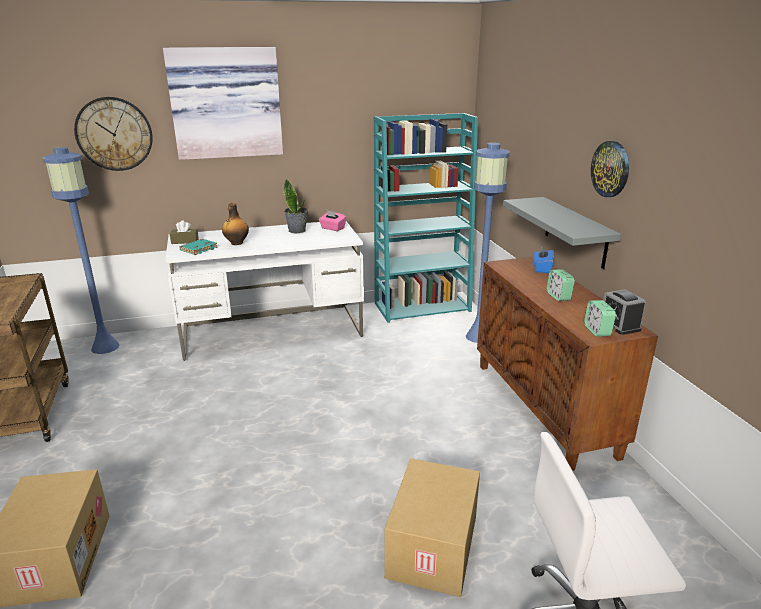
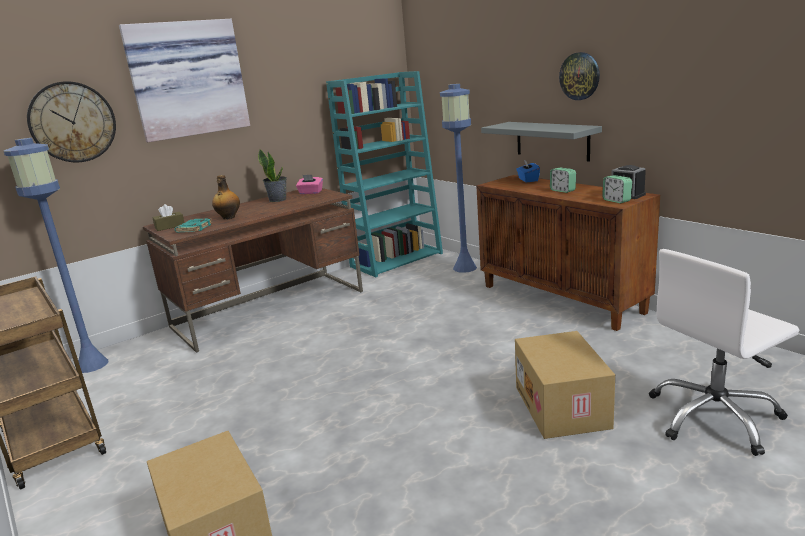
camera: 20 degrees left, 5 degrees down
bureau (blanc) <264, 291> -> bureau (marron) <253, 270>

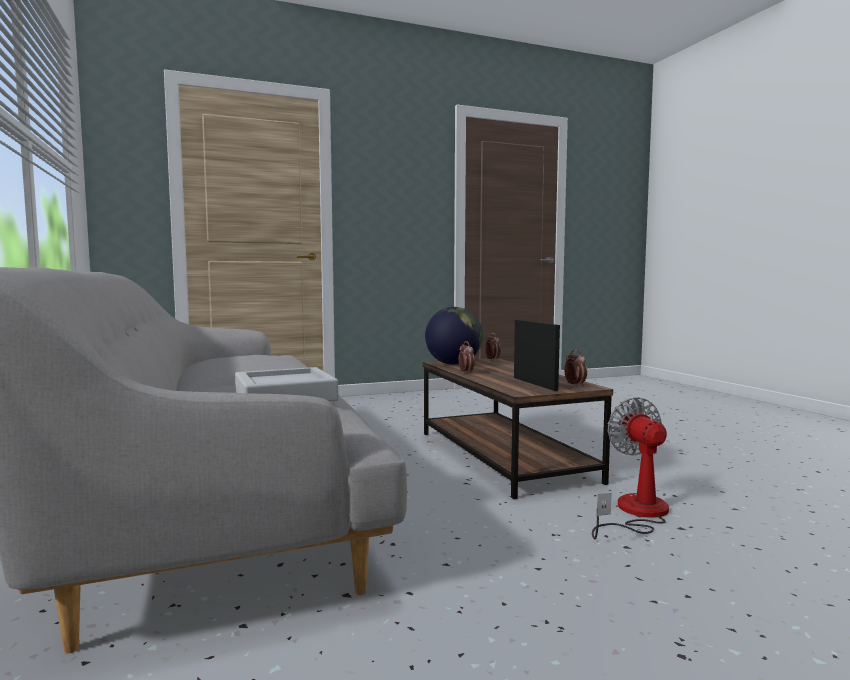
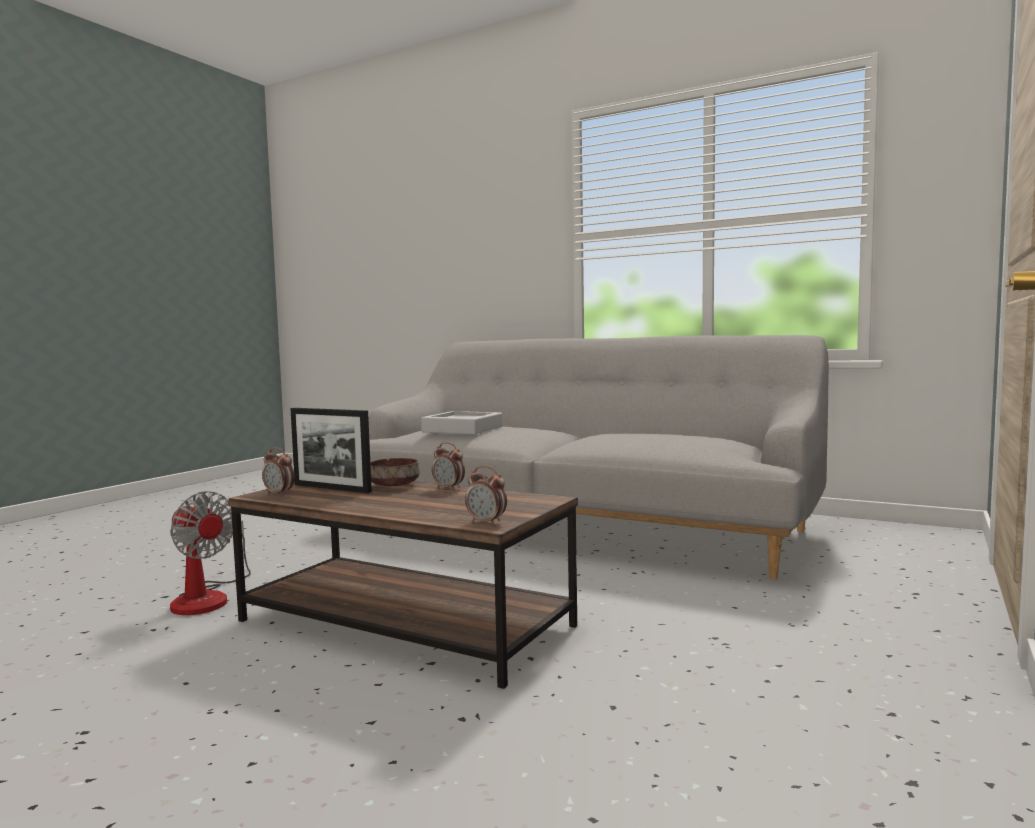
camera: 140 degrees right, 0 degrees up
none -> bol (marron) <394, 472>
globe <454, 336> -> none

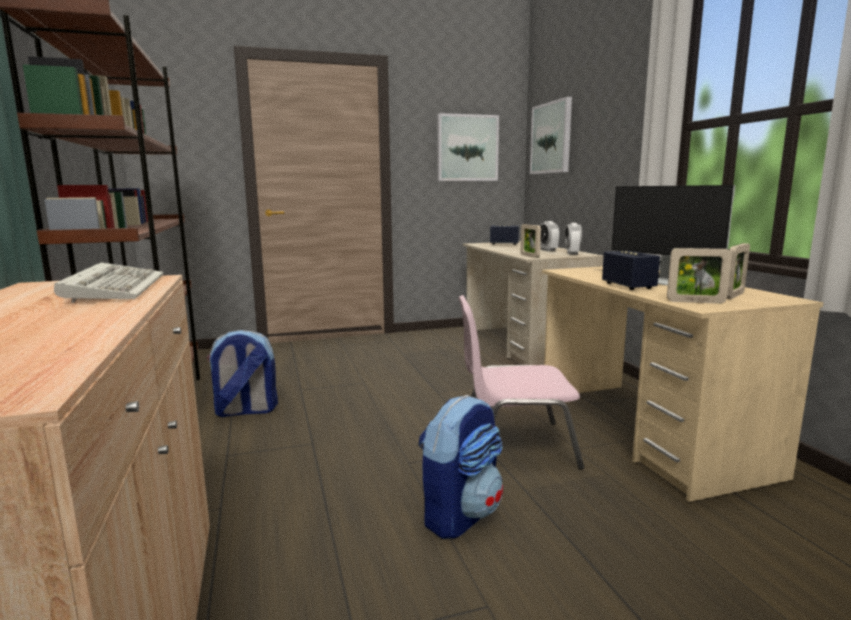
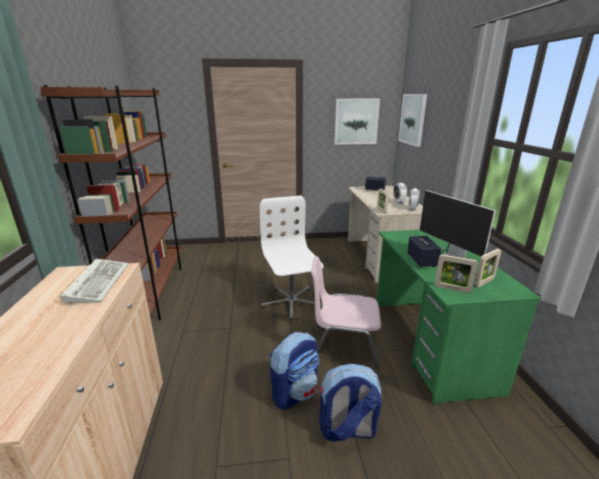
camera: 10 degrees right, 10 degrees up
none -> chaise de bureau (blanc) <292, 258>
sac à dos <242, 373> -> sac à dos <350, 403>, relocated
bureau (beige) <683, 384> -> bureau (vert) <459, 317>

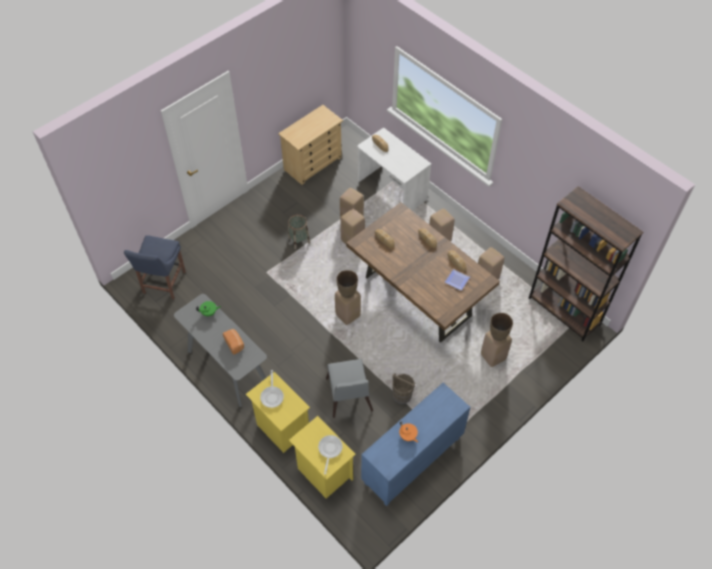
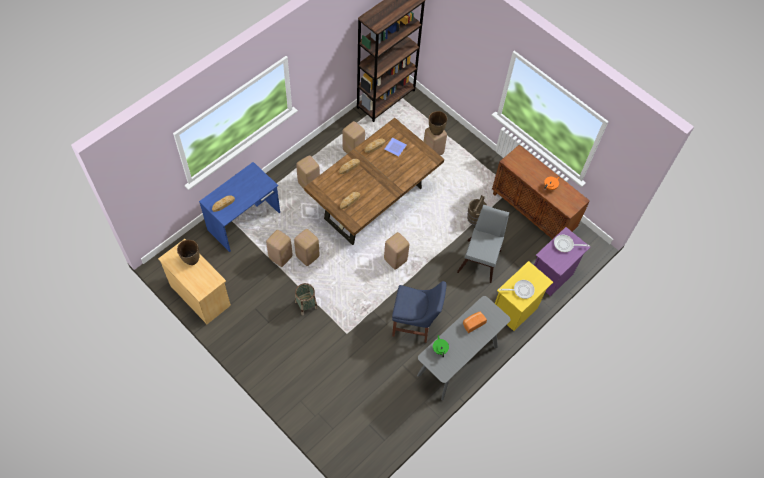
camera: 95 degrees left, 5 degrees up
vase (marron) <347, 284> -> vase (marron) <188, 252>, relocated
bureau (blanc) <393, 169> -> bureau (bleu) <239, 207>
chaise (bleu) <155, 267> -> chaise (bleu) <419, 312>, relocated
chaise (gris) <349, 388> -> chaise (gris) <483, 243>, 60 degrees counterclockwise
meuble de rangement (bleu) <416, 444> -> meuble de rangement (marron) <541, 191>
table de chevet (jaune) <322, 457> -> table de chevet (violet) <562, 261>

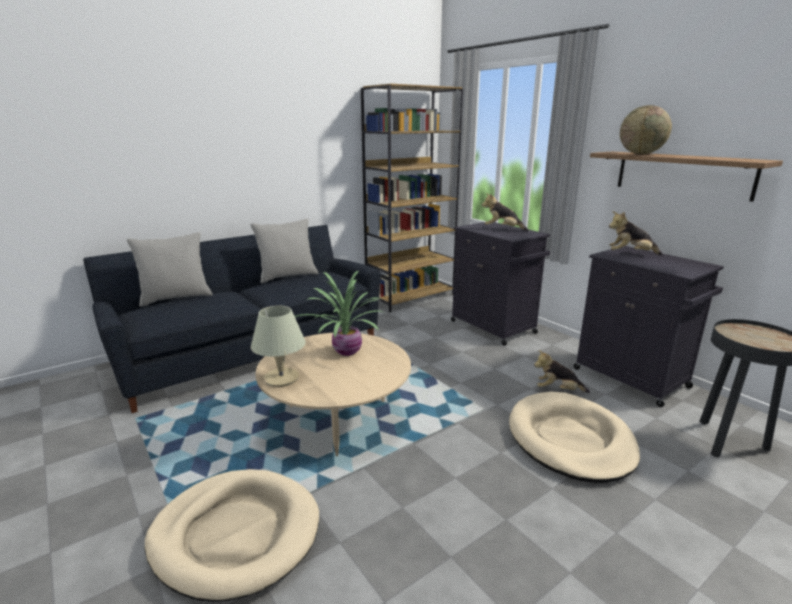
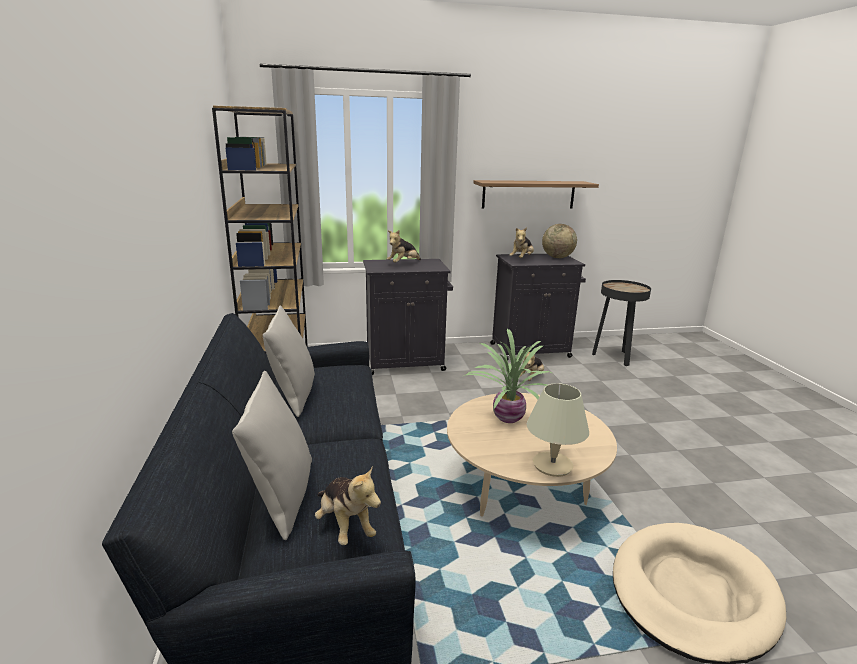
camera: 65 degrees left, 0 degrees up
none -> peluche <348, 505>
globe <646, 129> -> globe <559, 241>, relocated
panier pour chien (beige) <574, 437> -> none

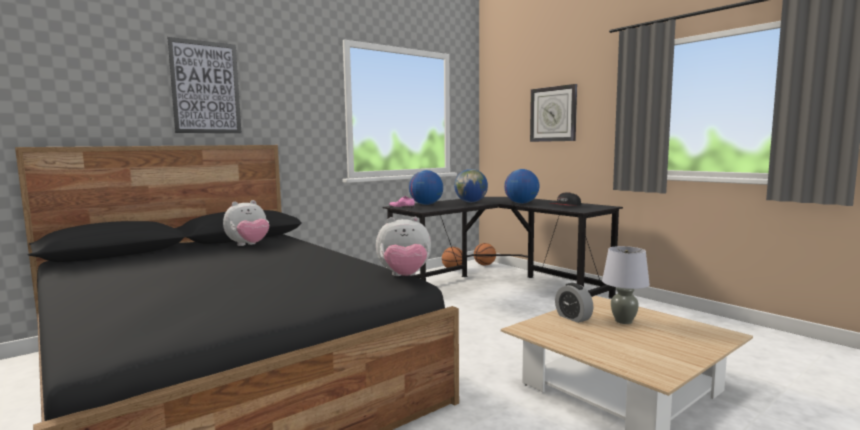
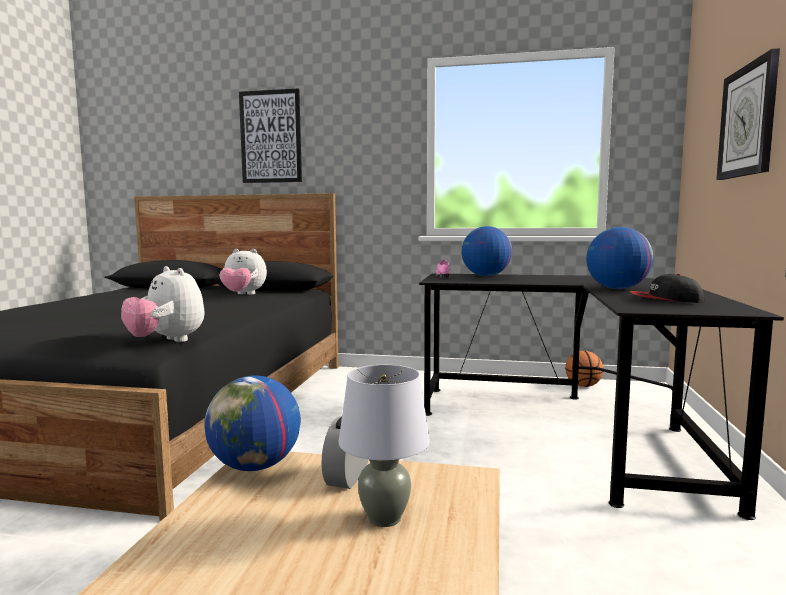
camera: 50 degrees right, 0 degrees up
globe <471, 186> -> globe <252, 423>, relocated
ballon de basket <485, 254> -> none

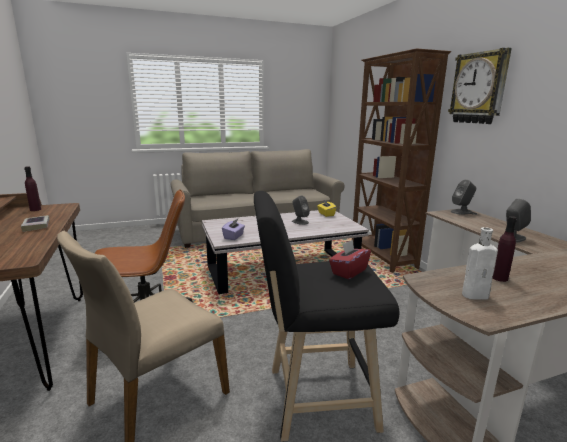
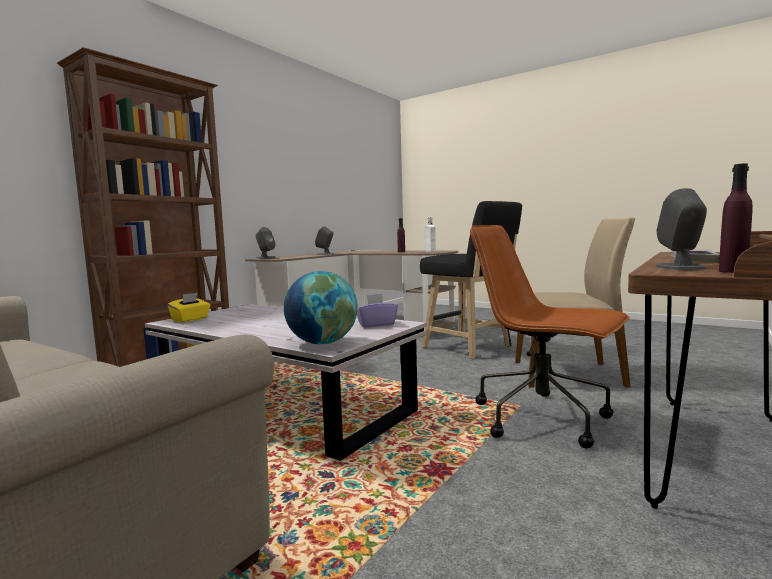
camera: 125 degrees left, 10 degrees down
none -> globe <321, 307>
enceinte (gris) <301, 210> -> enceinte (gris) <681, 229>, relocated
boîte à mouchoirs (rouge) <350, 259> -> none
horloge murale <480, 86> -> none

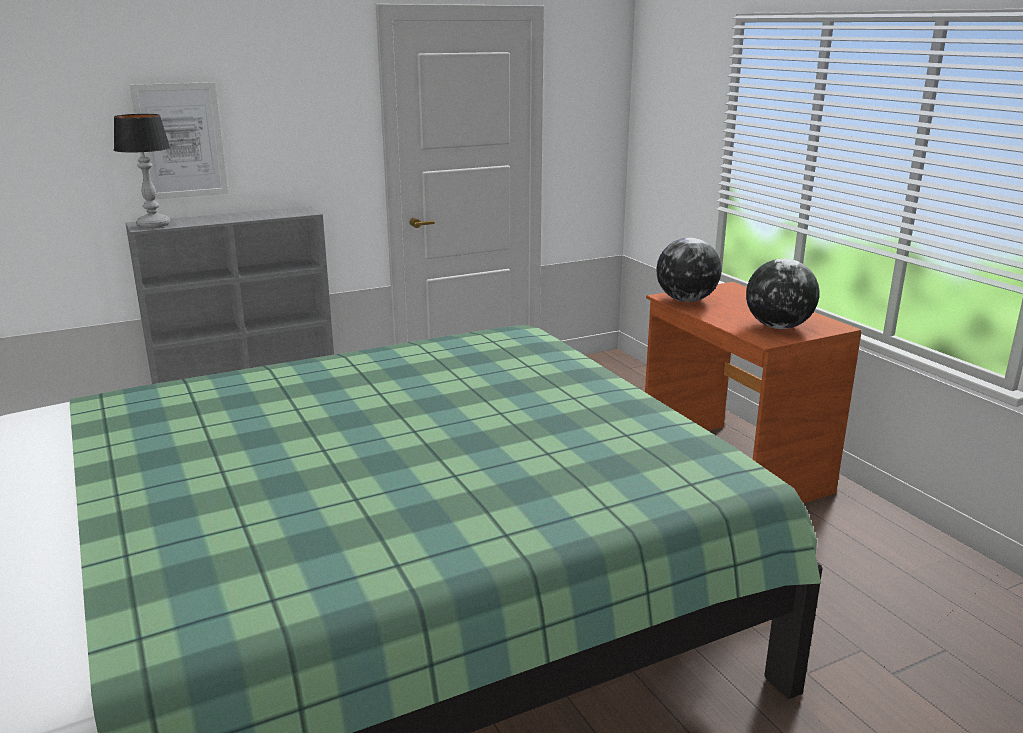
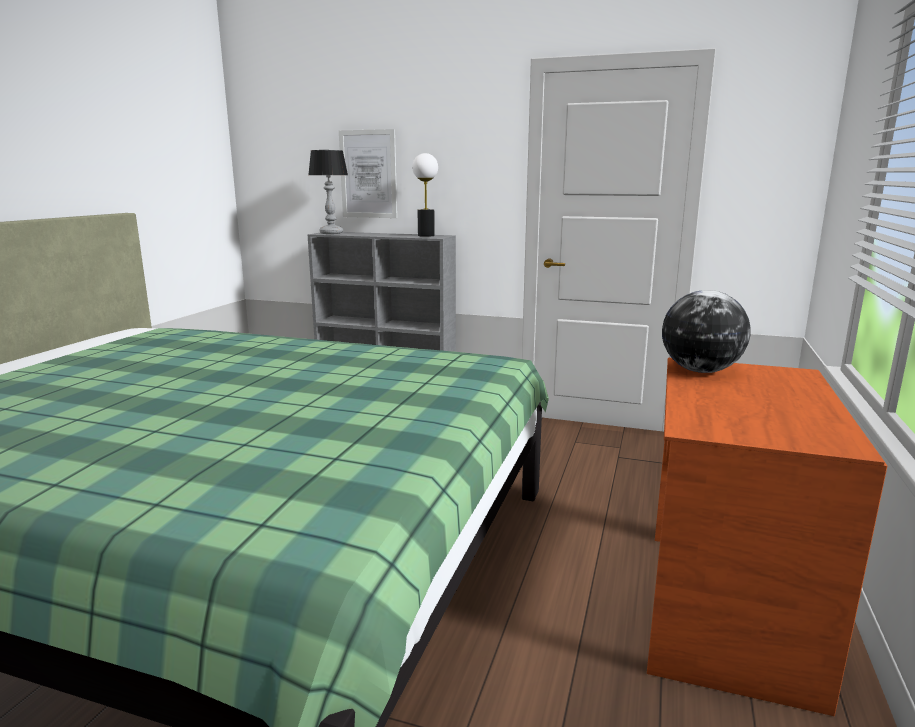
camera: 45 degrees right, 5 degrees down
none -> lampe de table <425, 195>
globe <783, 293> -> none

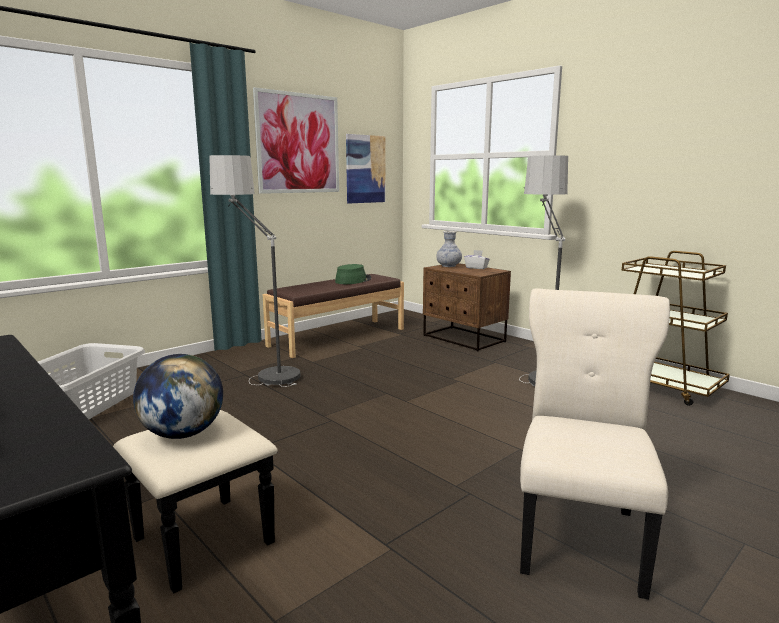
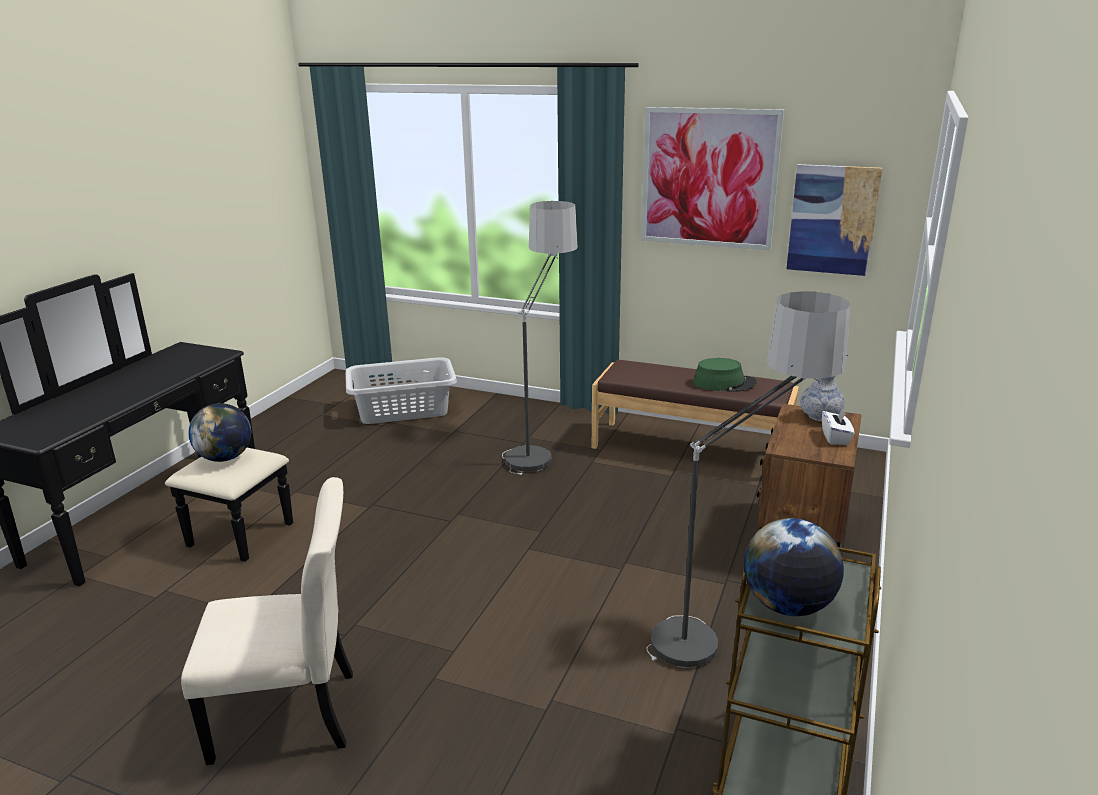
camera: 65 degrees right, 10 degrees up
none -> globe <794, 567>

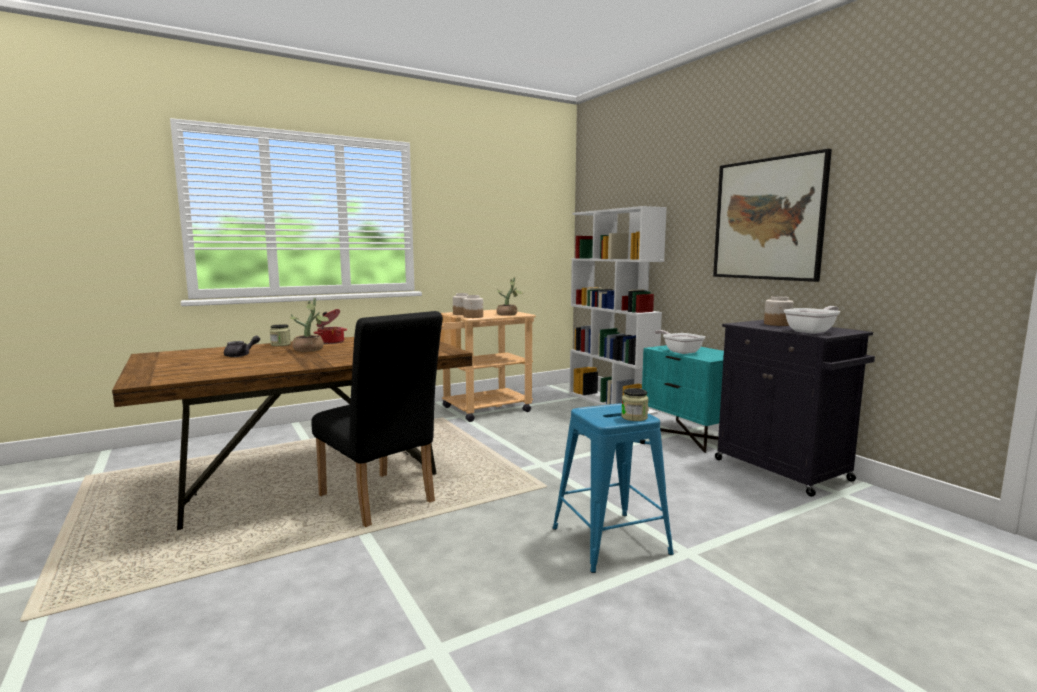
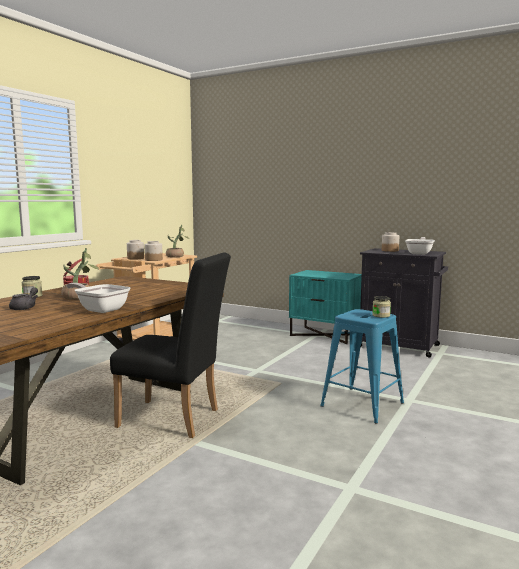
camera: 30 degrees left, 0 degrees up
poêle <680, 342> -> poêle <98, 298>, relocated
bibliothèque (blanc) <618, 310> -> none
tableau <772, 215> -> none

